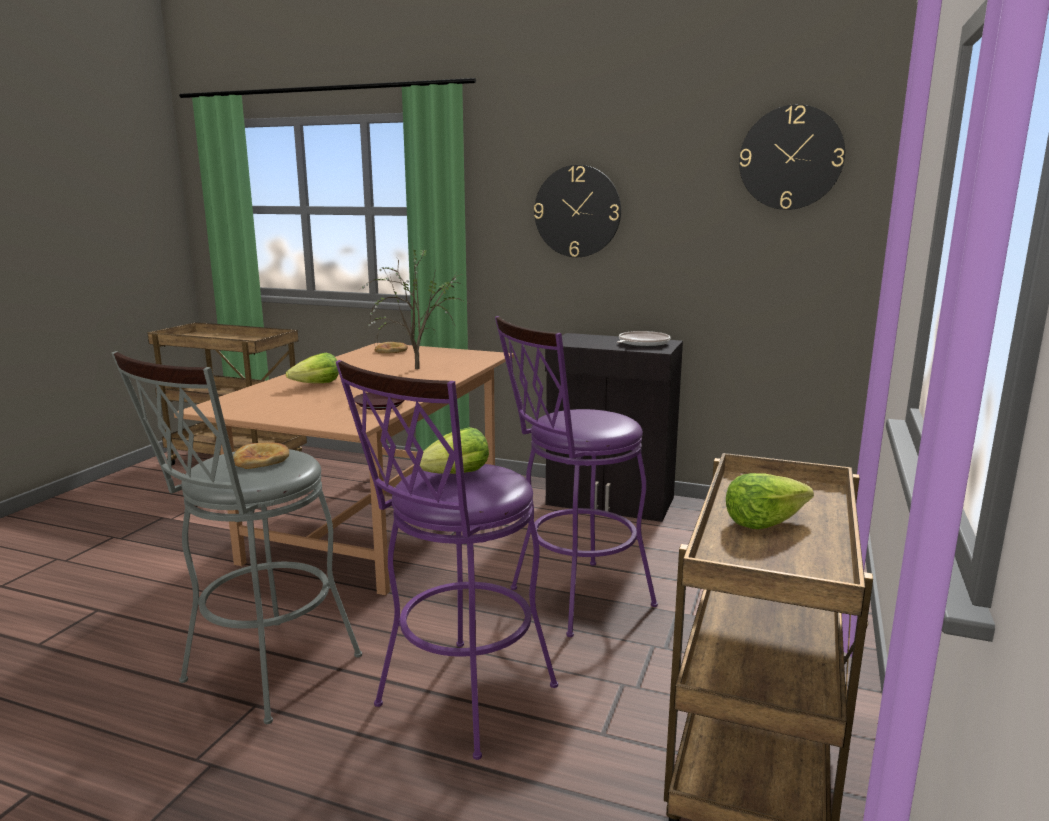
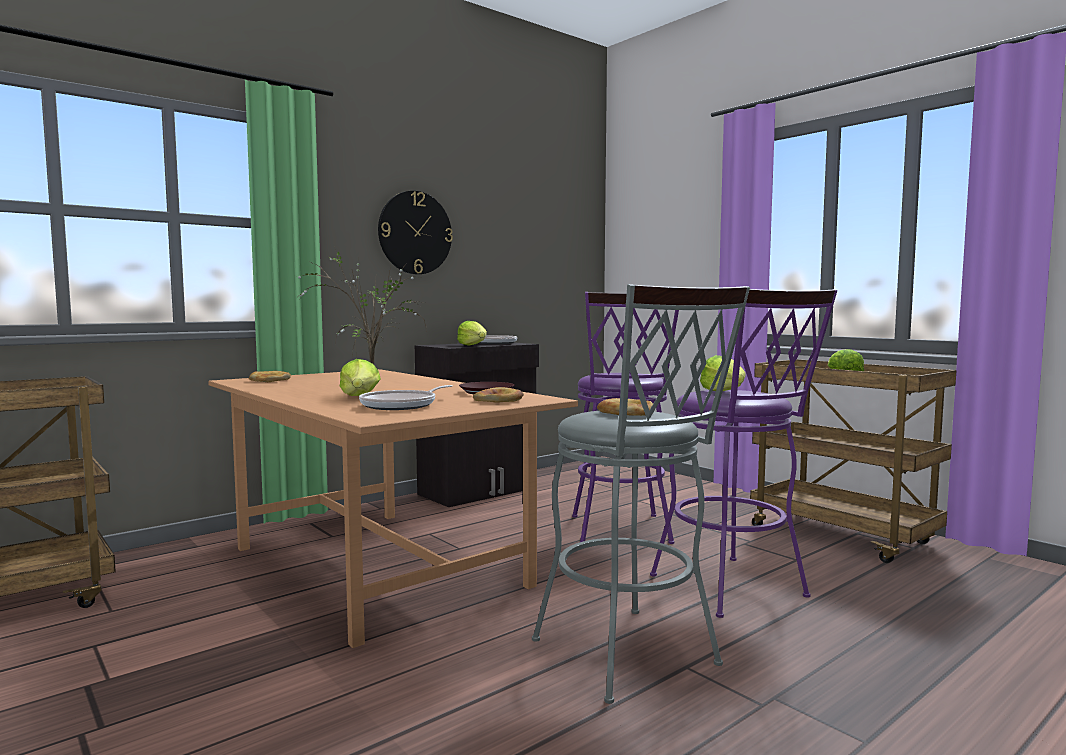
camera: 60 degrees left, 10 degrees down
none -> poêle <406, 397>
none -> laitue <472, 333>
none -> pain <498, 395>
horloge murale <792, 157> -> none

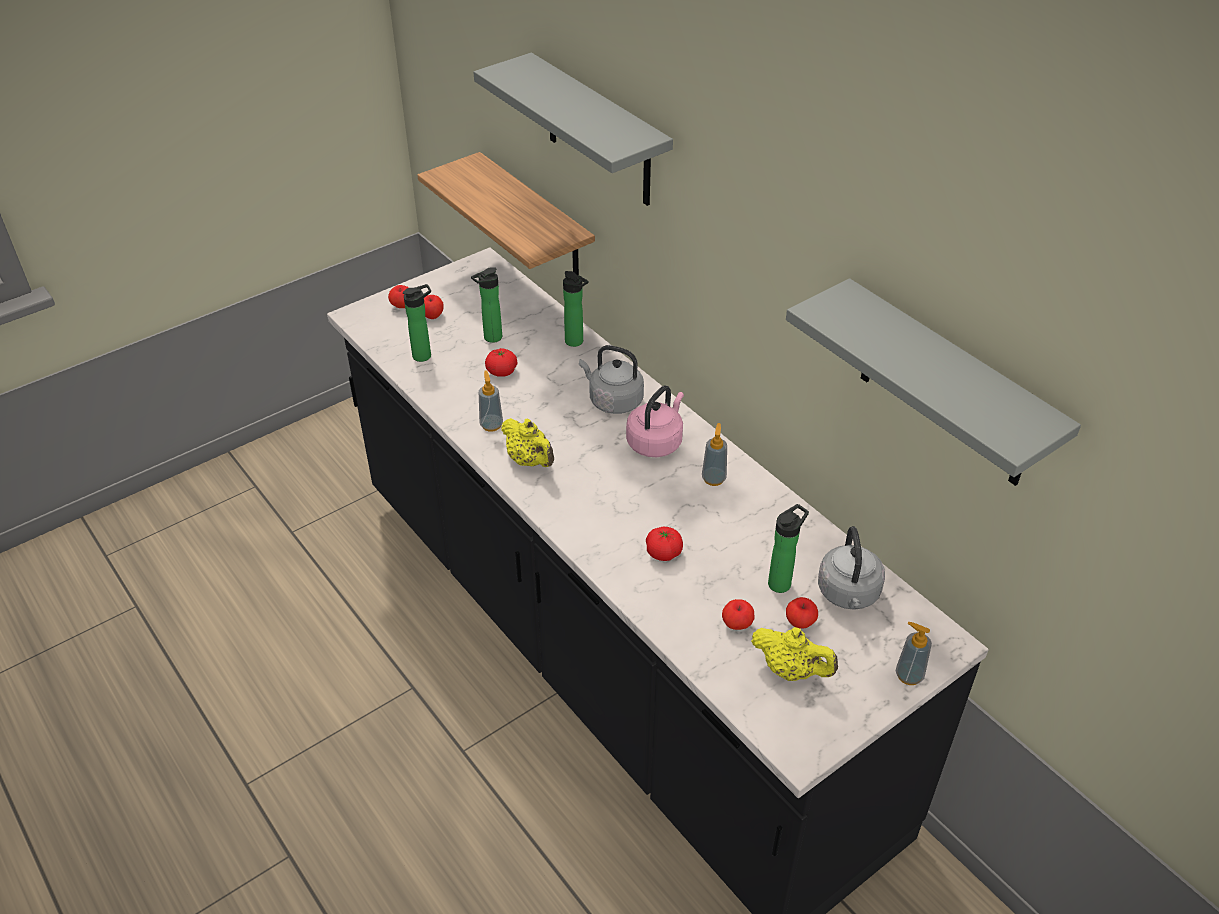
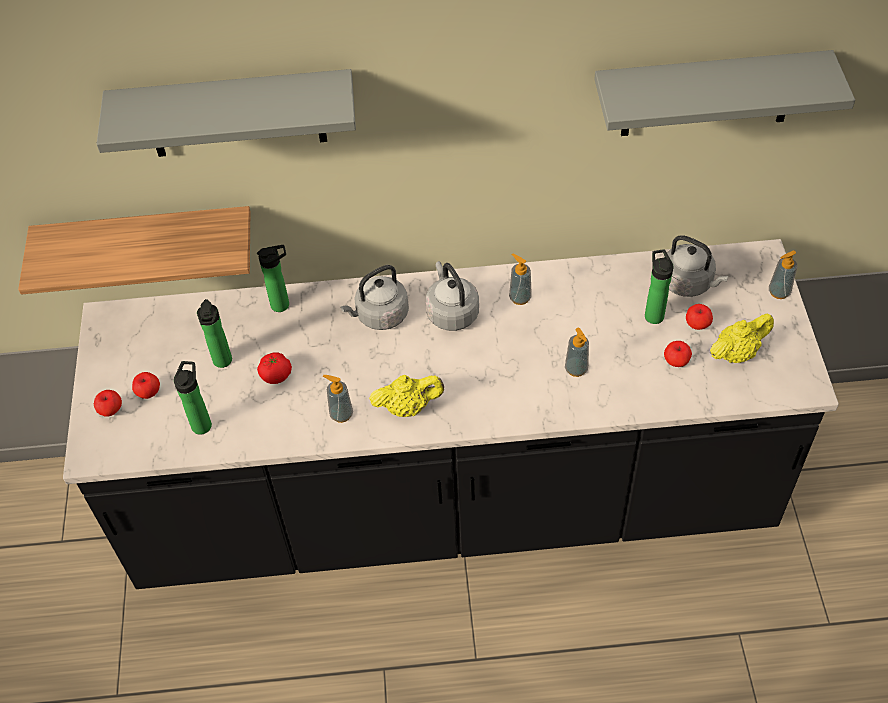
camera: 55 degrees left, 10 degrees up
bouilloire (rose) <655, 421> -> bouilloire (gris) <452, 296>
tomate <664, 543> -> distributeur de savon <577, 352>

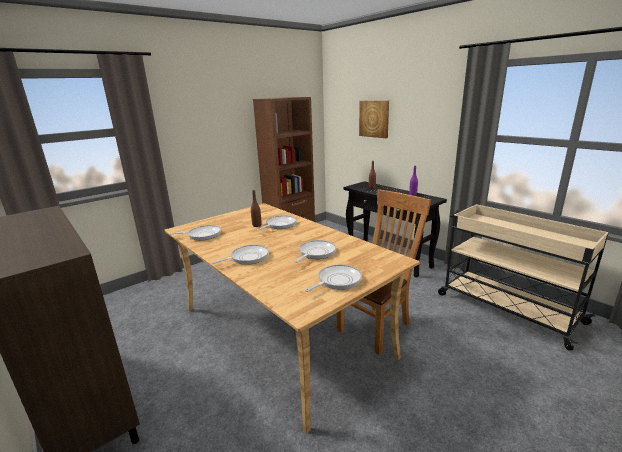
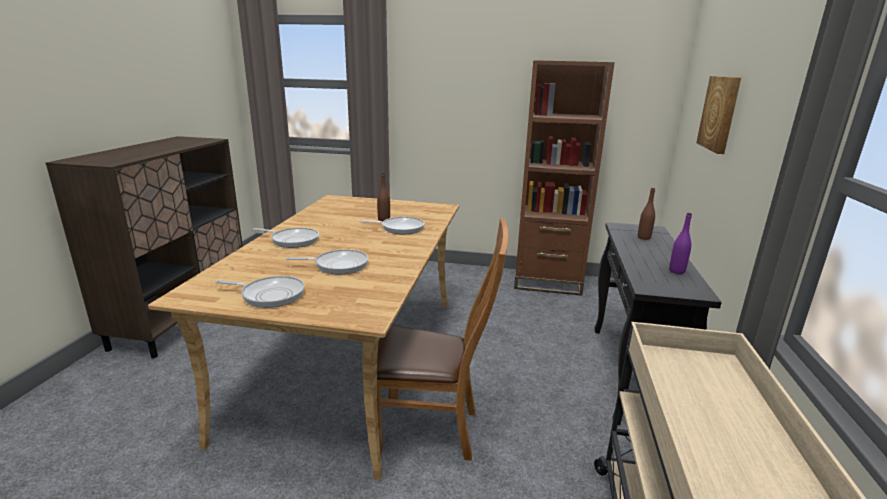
camera: 50 degrees right, 0 degrees up
poêle <195, 232> -> none

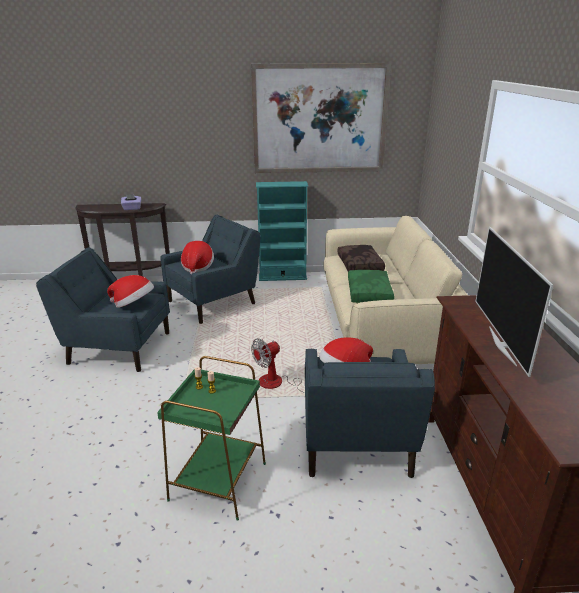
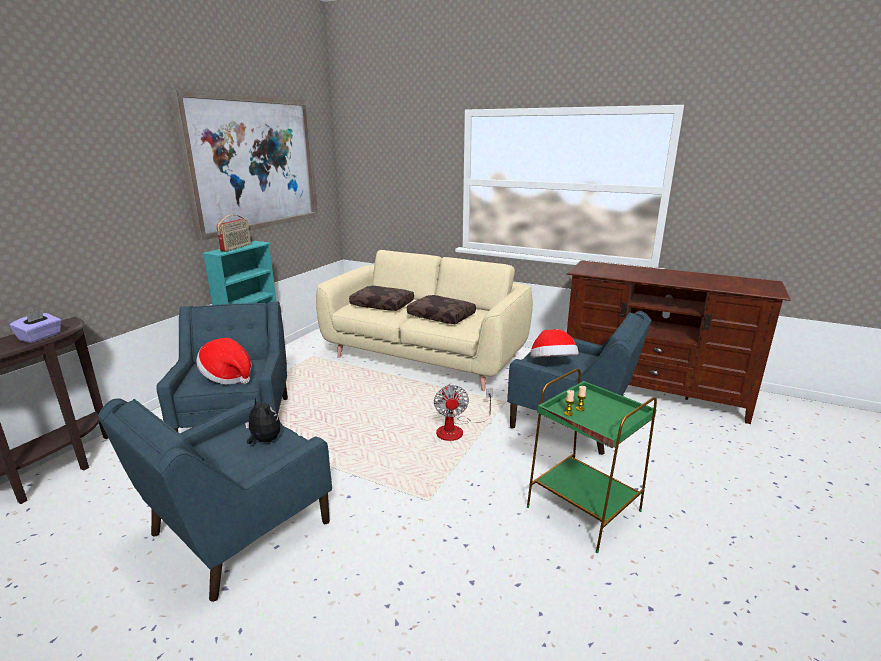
camera: 60 degrees left, 5 degrees down
none -> radio <233, 233>
chapeau <130, 291> -> peluche <262, 420>
coussin (vert) <371, 286> -> coussin (marron) <441, 309>
téléviseur <514, 302> -> none

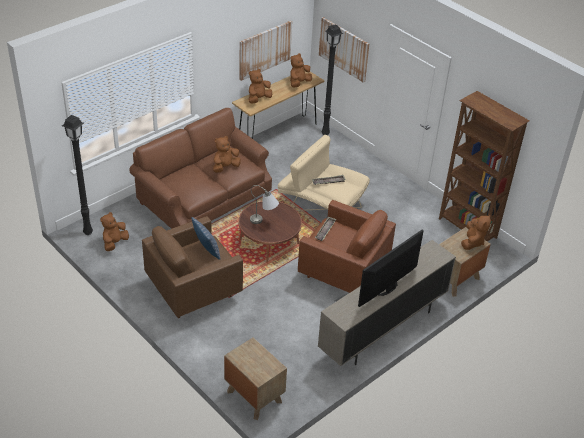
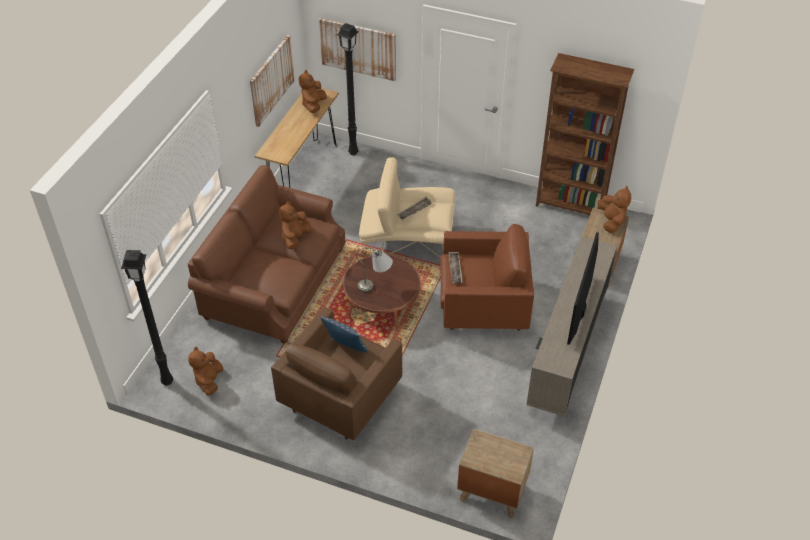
camera: 25 degrees left, 5 degrees up
peluche (marron) <260, 86> -> none

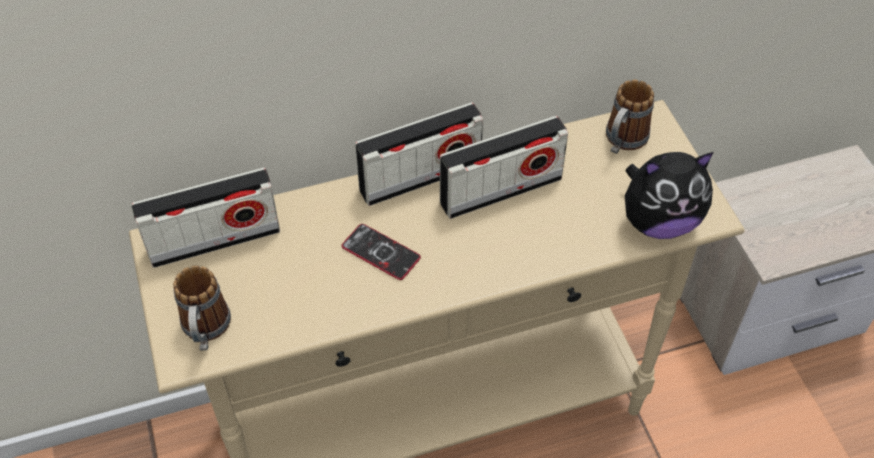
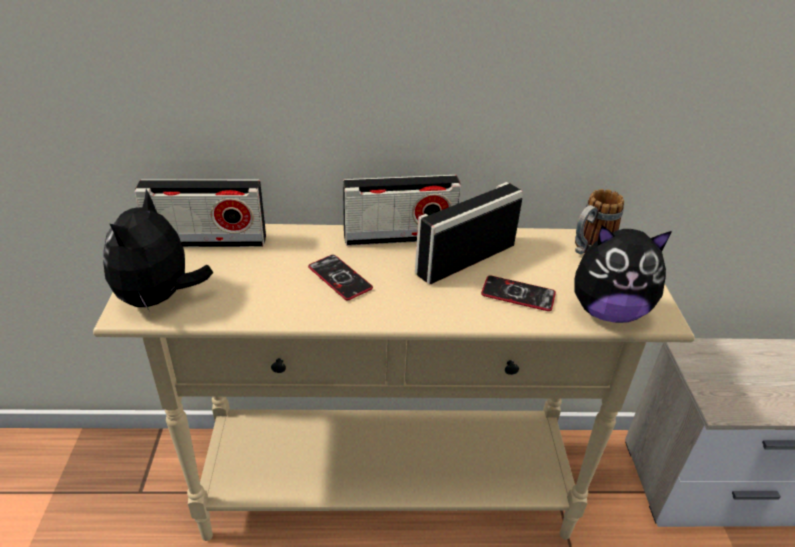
camera: 15 degrees right, 15 degrees down
mug <202, 308> -> peluche <158, 250>
radio <504, 167> -> radio <469, 233>, 150 degrees clockwise
none -> téléphone <518, 293>

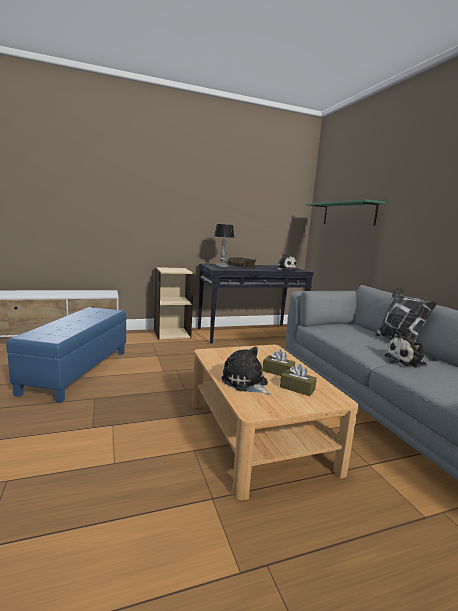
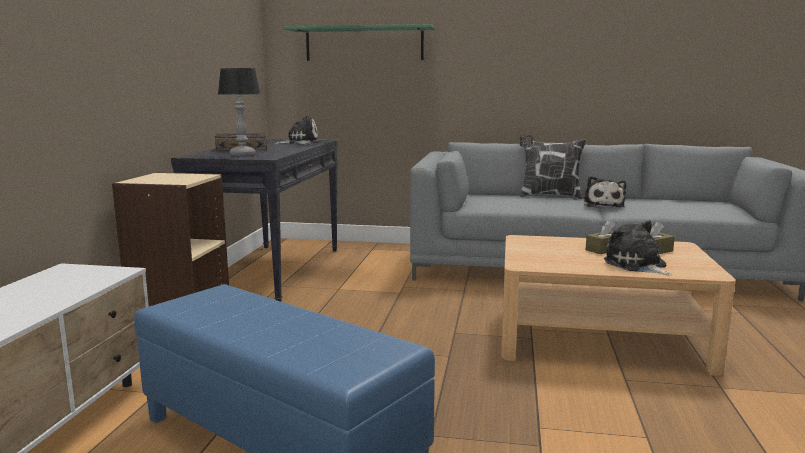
camera: 60 degrees left, 0 degrees up
peluche <246, 370> -> peluche <638, 247>, 75 degrees clockwise

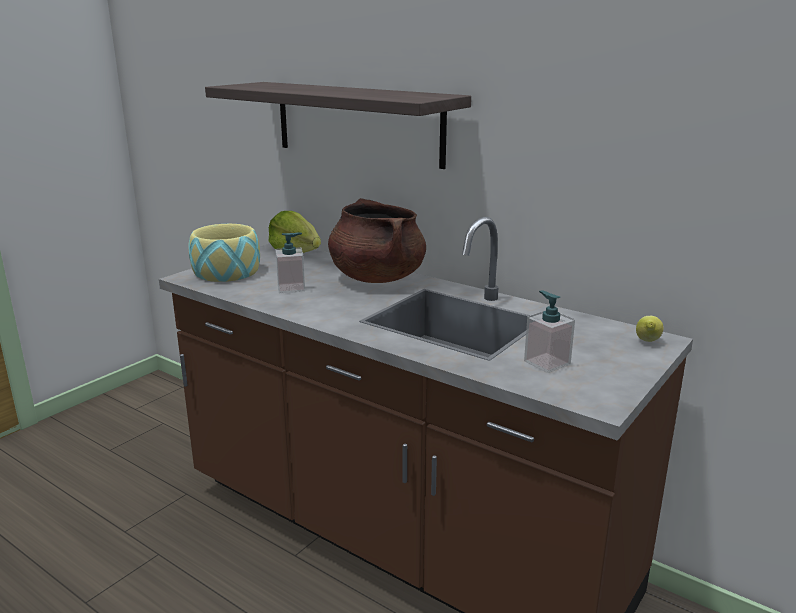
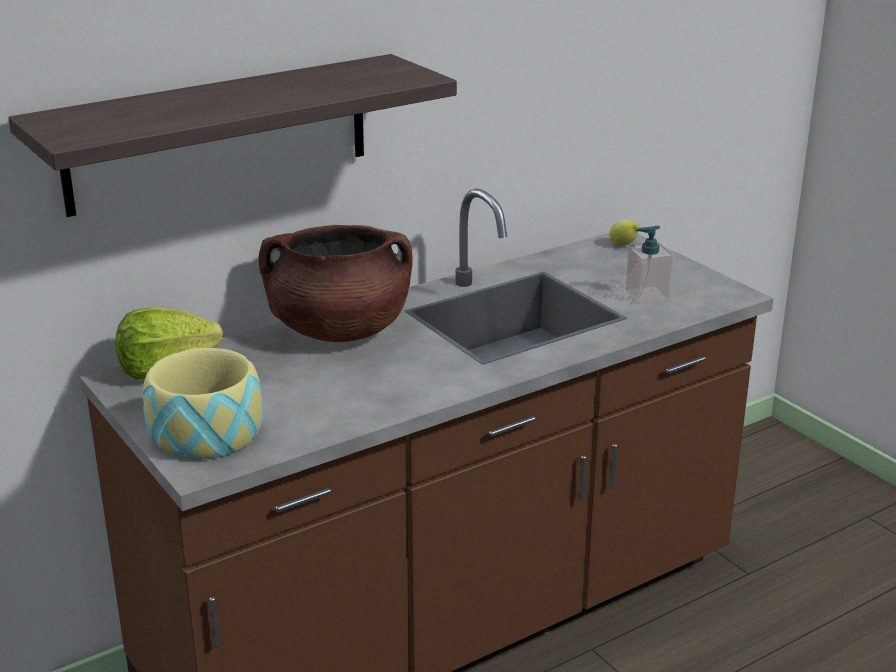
camera: 70 degrees left, 5 degrees up
distributeur de savon <290, 263> -> none

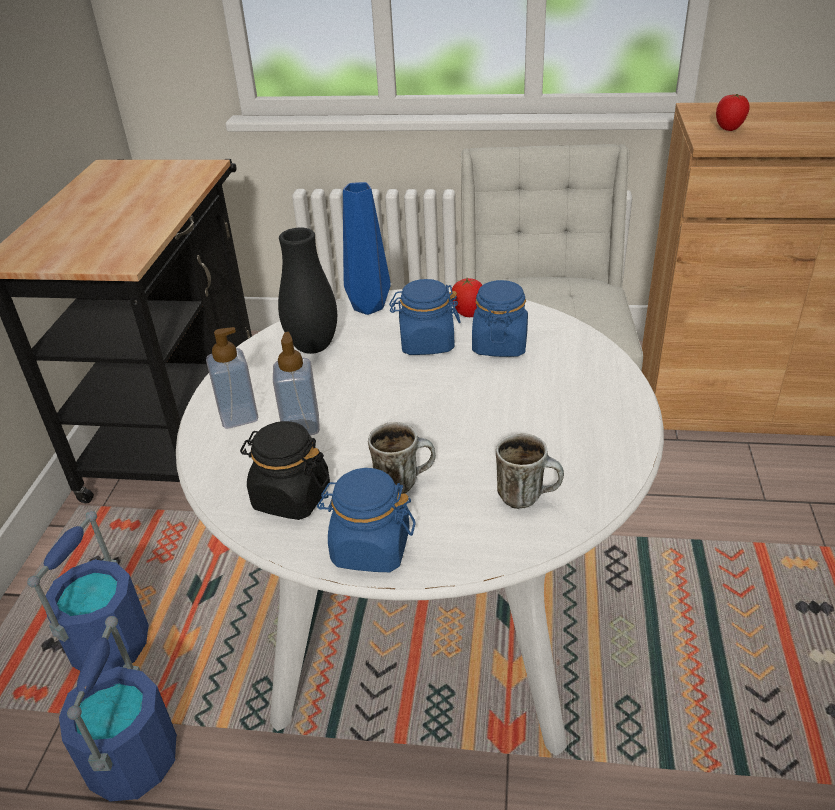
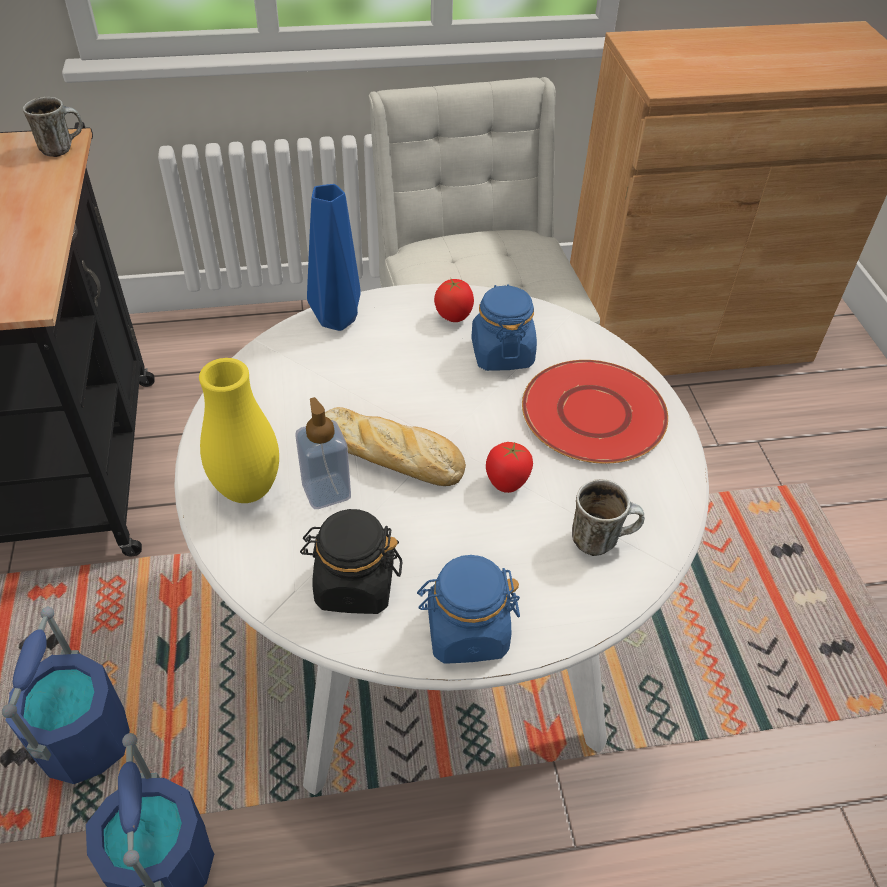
camera: 20 degrees left, 10 degrees up
mug <402, 458> -> mug <53, 127>, relocated
distributeur de savon <232, 378> -> vase (jaune) <239, 430>
none -> pain <395, 446>
tomate <732, 112> -> tomate <509, 467>, relocated
none -> assiette (rouge) <595, 412>
vase (noir) <307, 291> -> none
bocal (bleu) <425, 317> -> none

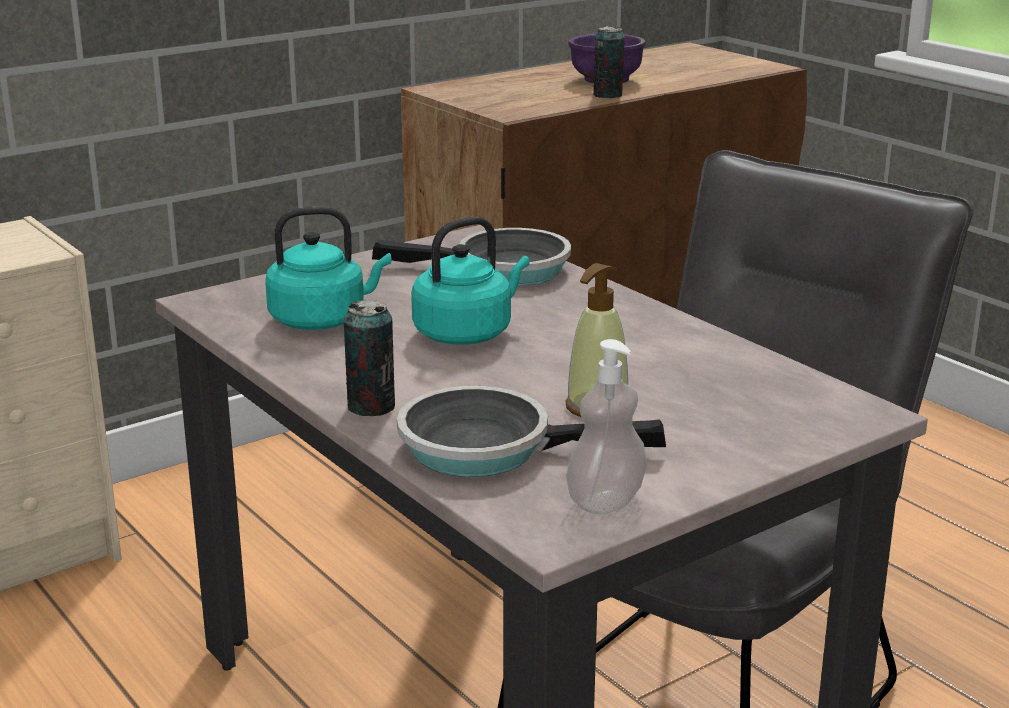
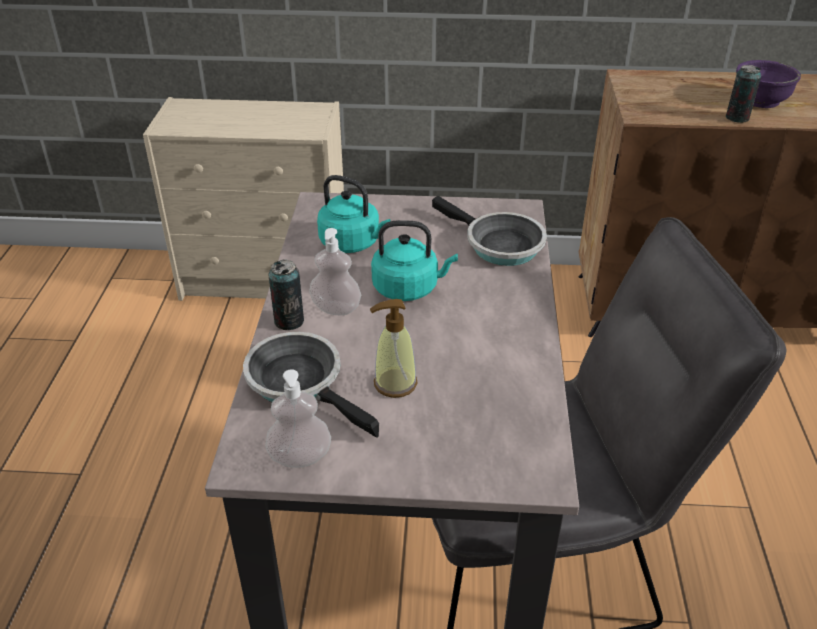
camera: 40 degrees right, 15 degrees up
none -> distributeur de savon <335, 271>

